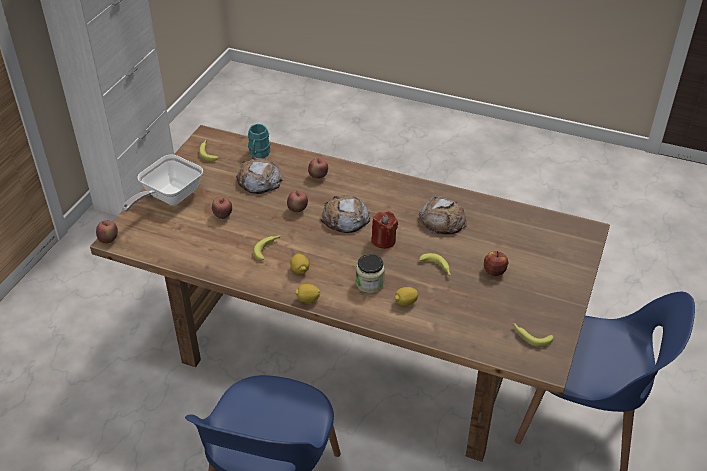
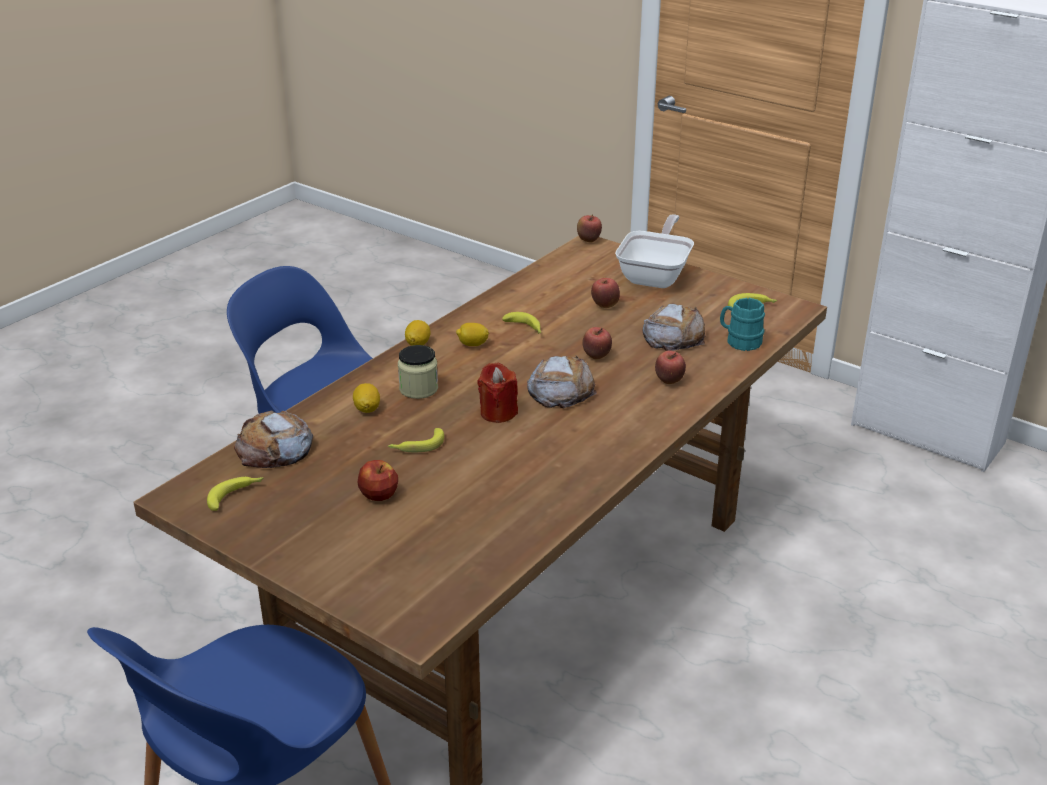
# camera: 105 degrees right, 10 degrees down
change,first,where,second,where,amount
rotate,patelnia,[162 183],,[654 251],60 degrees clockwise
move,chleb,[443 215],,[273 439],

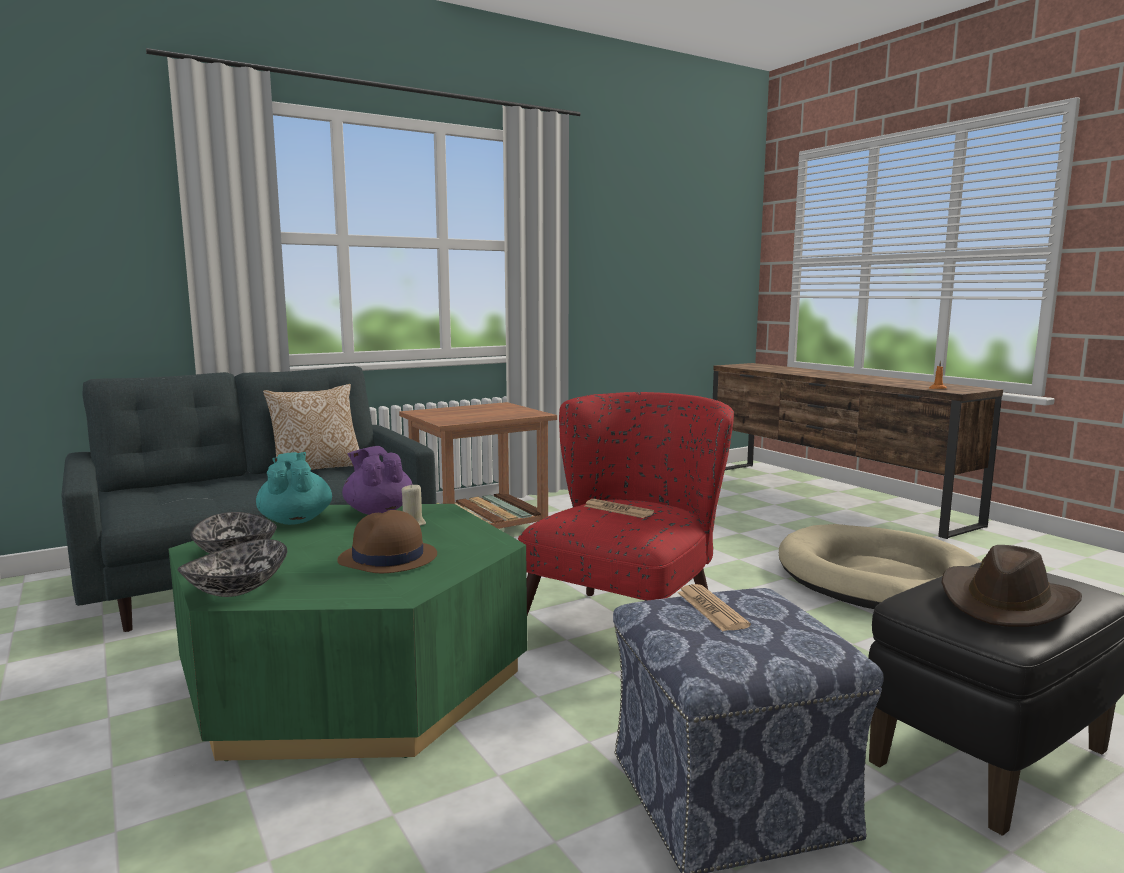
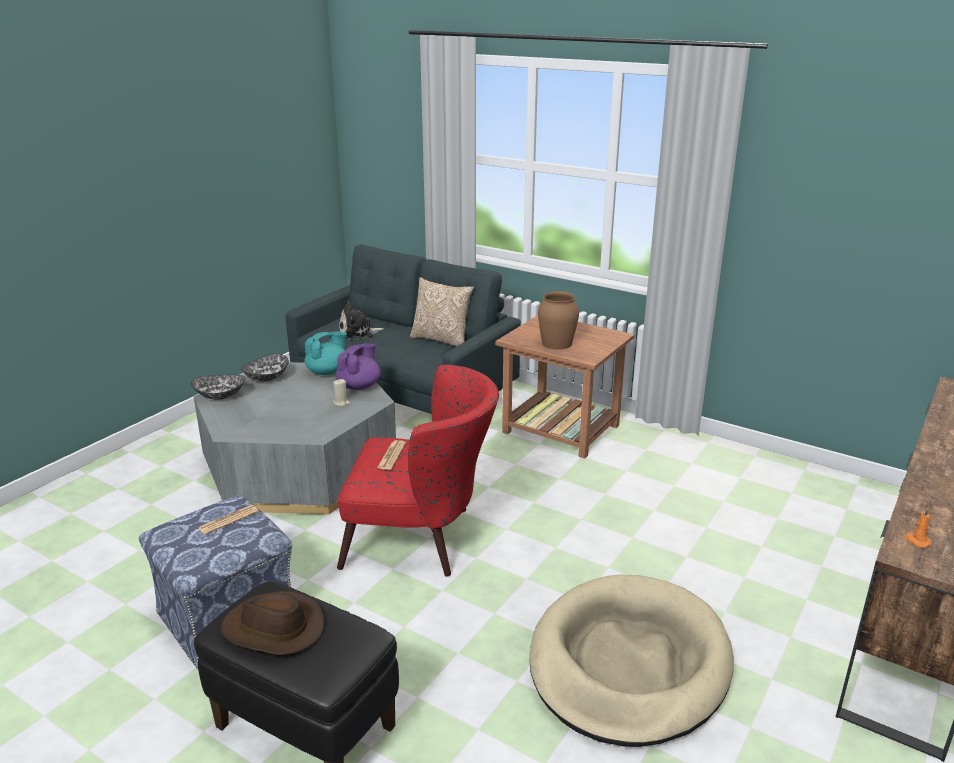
# camera: 65 degrees right, 15 degrees up
change,first,where,second,where,amount
recolor,ława (zielony),[348 632],ława (szary),[295 438],
delete,kapelusz (brązowy),[387 541],,,
insert,,,wazon (brązowy),[558 320],
insert,,,pluszak,[362 320],

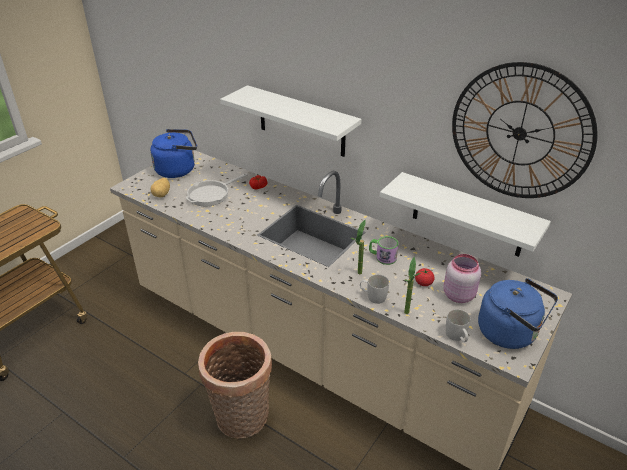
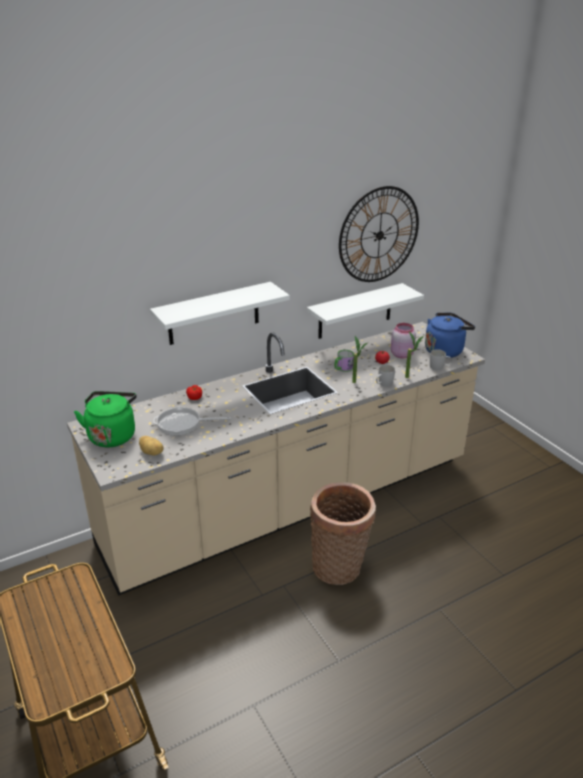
# camera: 65 degrees left, 5 degrees down
change,first,where,second,where,amount
recolor,czajnik (niebieski),[173 153],czajnik (zielony),[105 419],
rotate,patelnia,[216 190],,[192 421],105 degrees clockwise

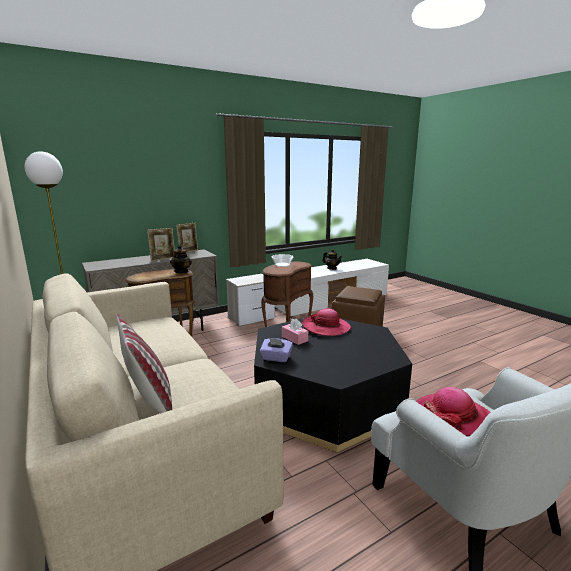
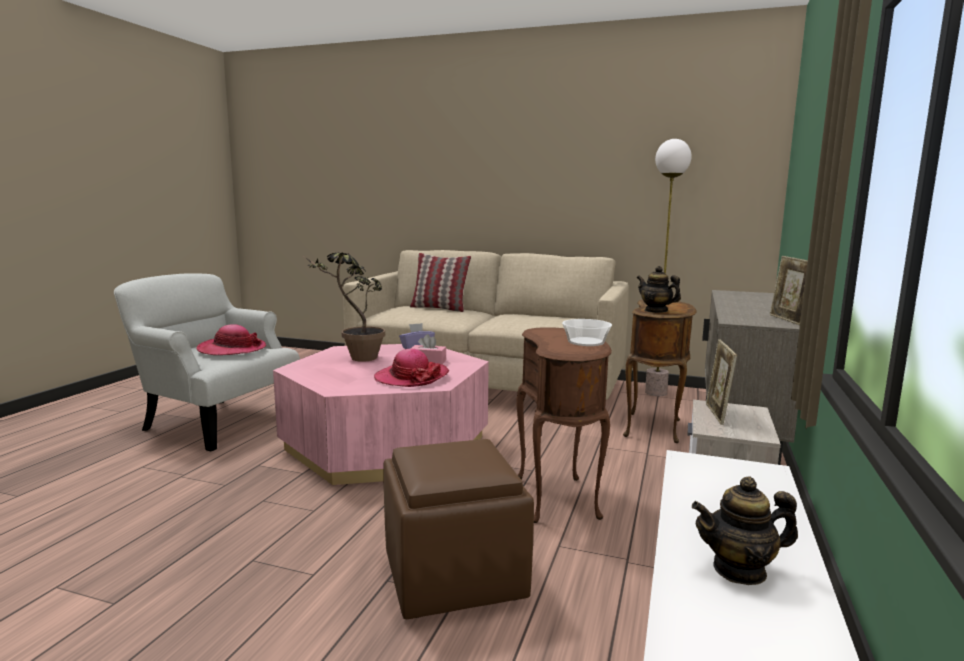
# camera: 140 degrees right, 5 degrees down
change,first,where,second,where,amount
move,ramka na zdjęcie,[161 244],,[721 382],
recolor,ława (czarny),[333 385],ława (różowy),[381 414],
insert,,,roślina doniczkowa,[343 307],

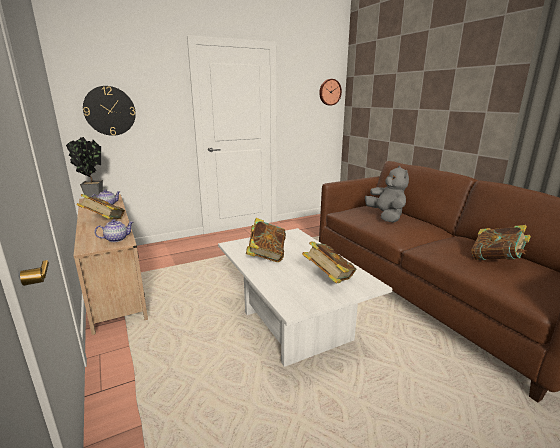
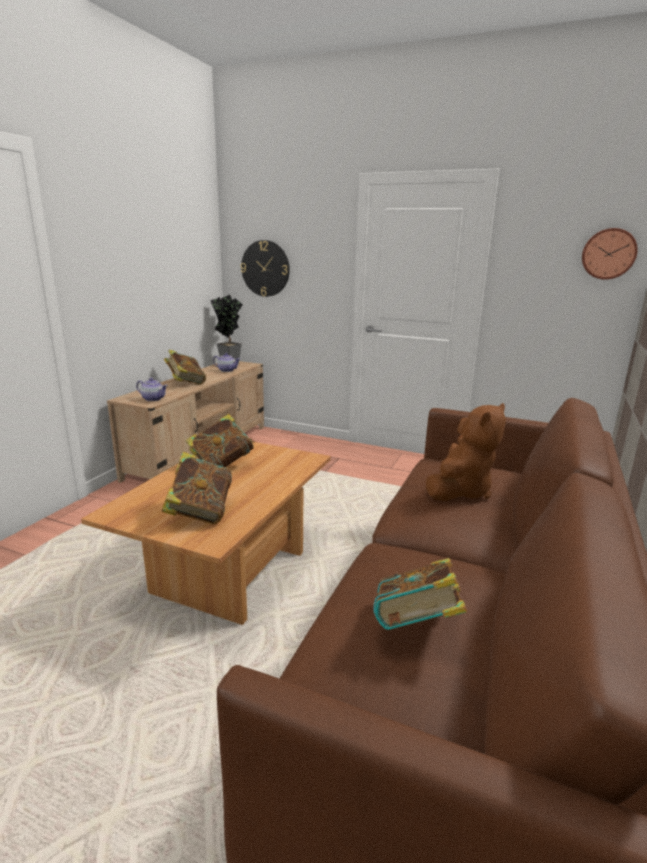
# camera: 50 degrees right, 0 degrees up
change,first,where,second,where,amount
recolor,pluszak (szary),[387 194],pluszak (brązowy),[466 452],
recolor,ława (biały),[305 297],ława (brązowy),[206 533],

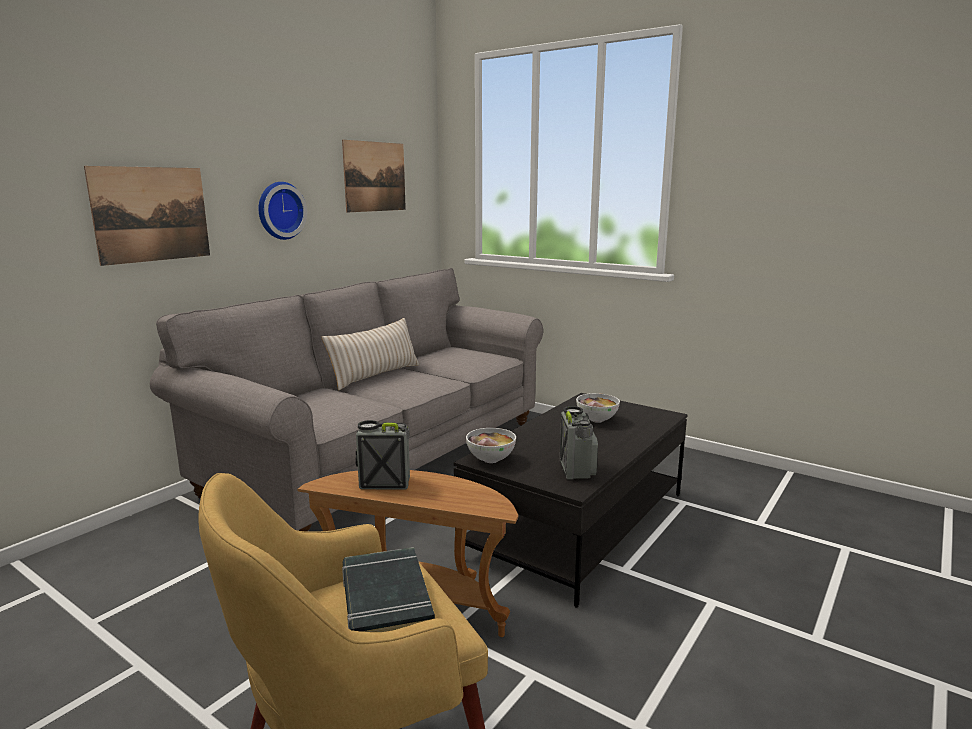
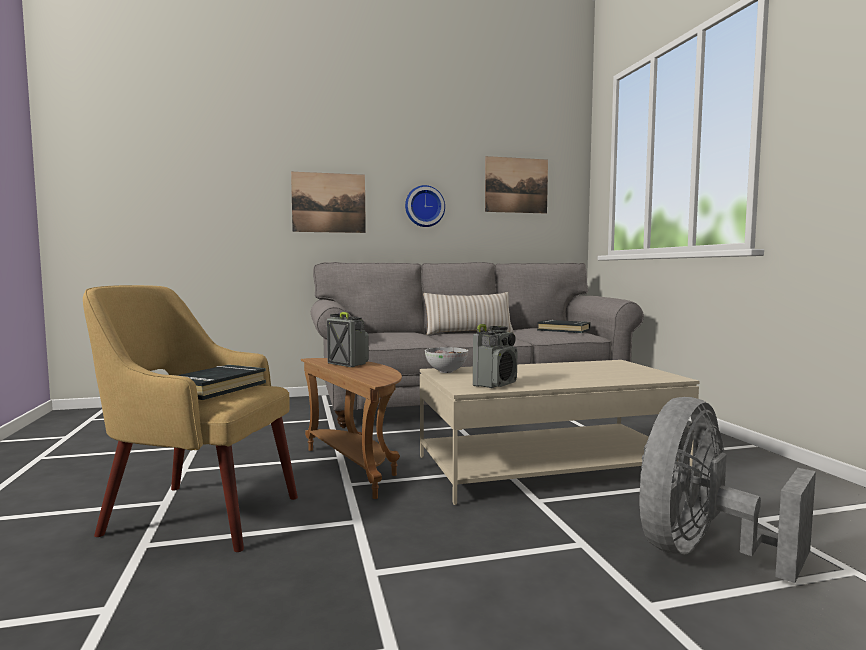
# camera: 40 degrees right, 10 degrees down
change,first,where,second,where,amount
recolor,ława (czarny),[571 500],ława (beżowy),[559 432],
delete,miska,[598 408],,,
insert,,,książka (czarny),[564 326],
insert,,,wentylator (szary),[728 490],

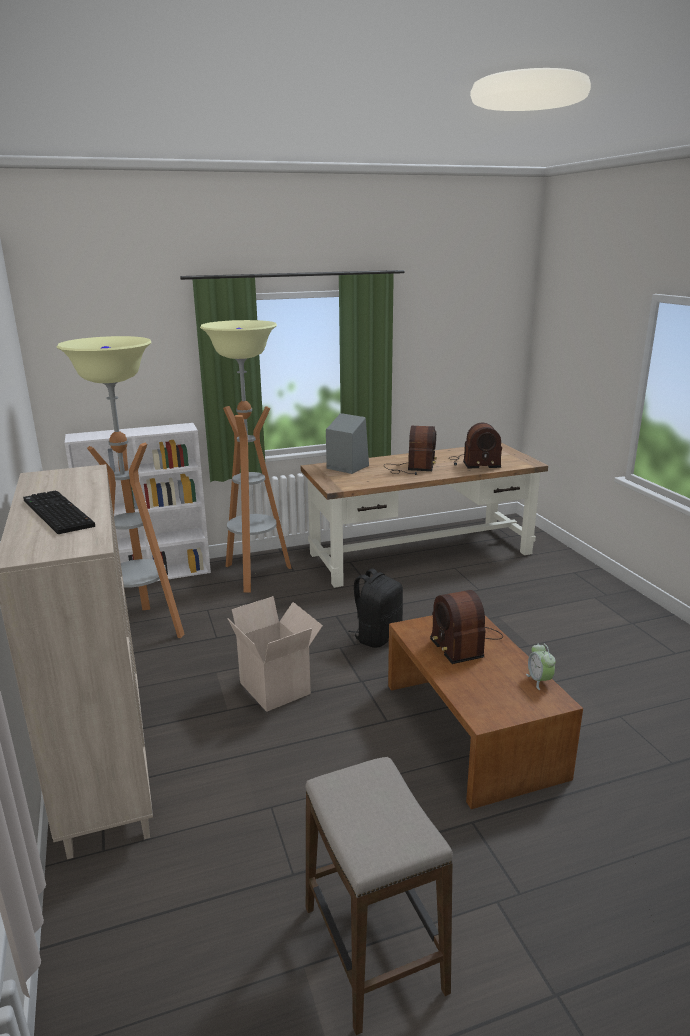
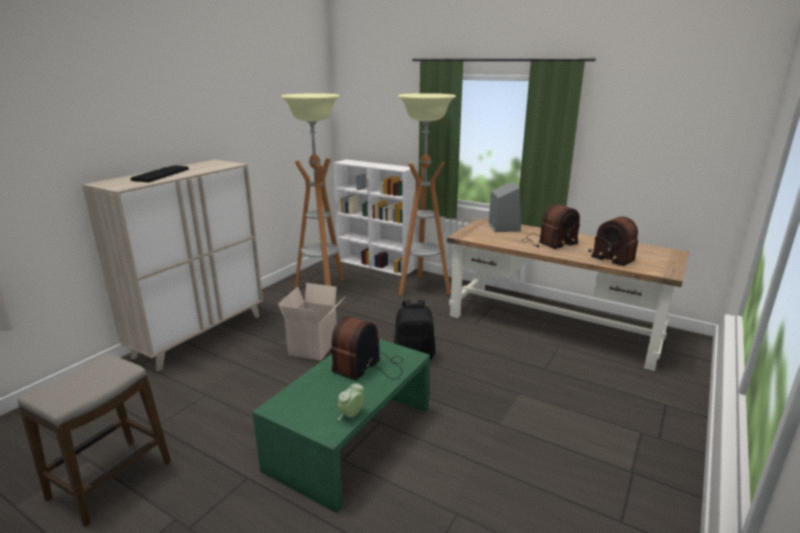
# camera: 50 degrees right, 0 degrees up
change,first,where,second,where,amount
recolor,ława (brązowy),[485 712],ława (zielony),[341 426],

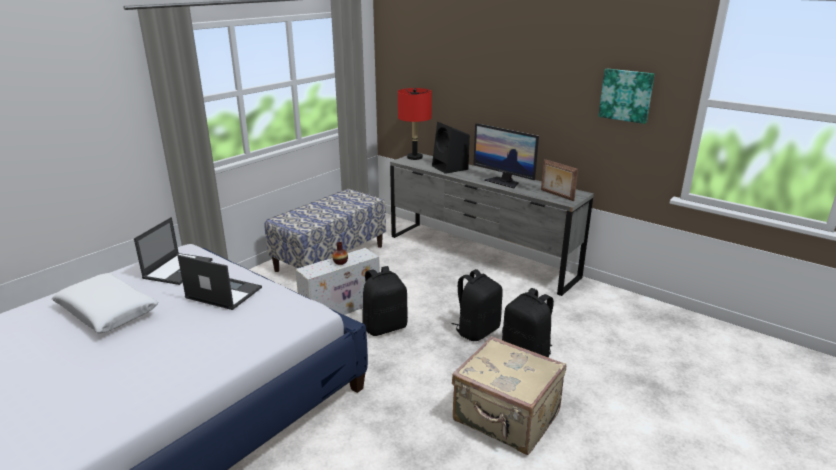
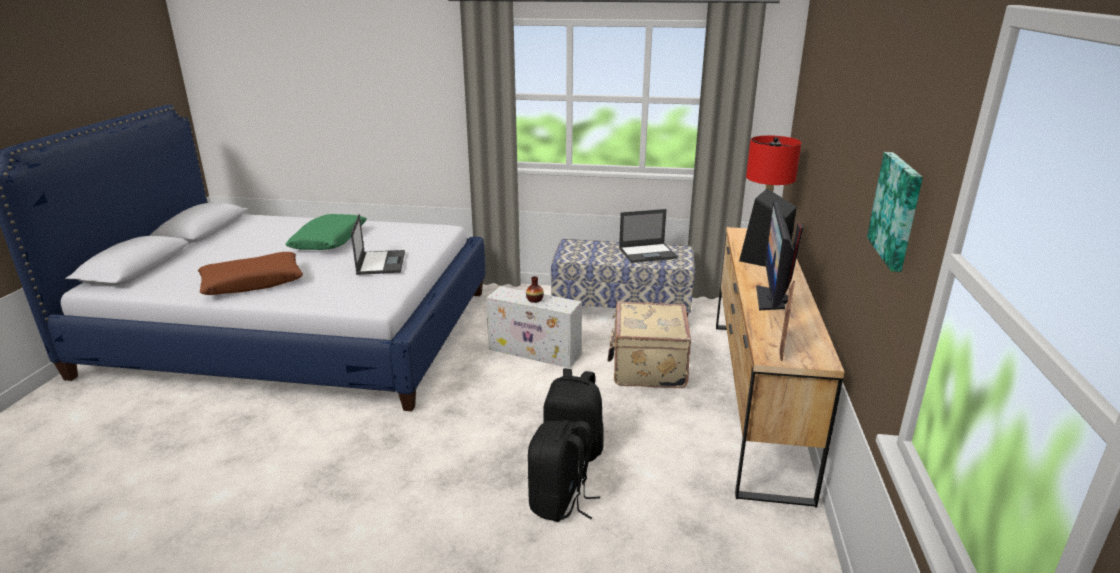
# camera: 60 degrees right, 0 degrees up
change,first,where,second,where,amount
recolor,komoda (szary),[492 224],komoda (brązowy),[780 367],
move,laptop,[173 251],,[648 236],
delete,plecak (czarny),[385 301],,,
recolor,poduszka (biały),[105 303],poduszka (zielony),[326 232],
move,walizka (beżowy),[509 395],,[649 344],
insert,,,poduszka (brązowy),[250 273],

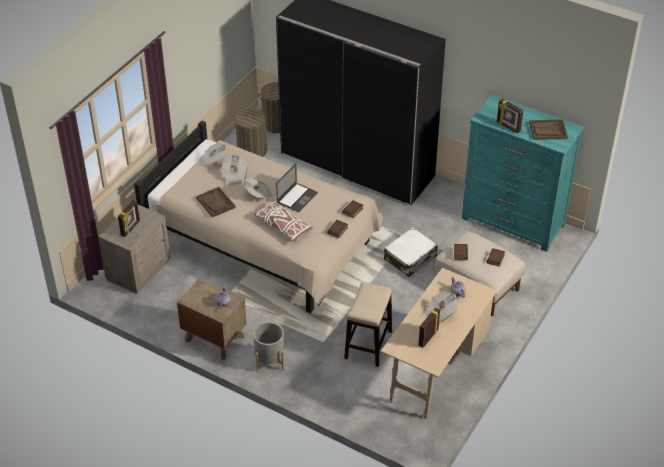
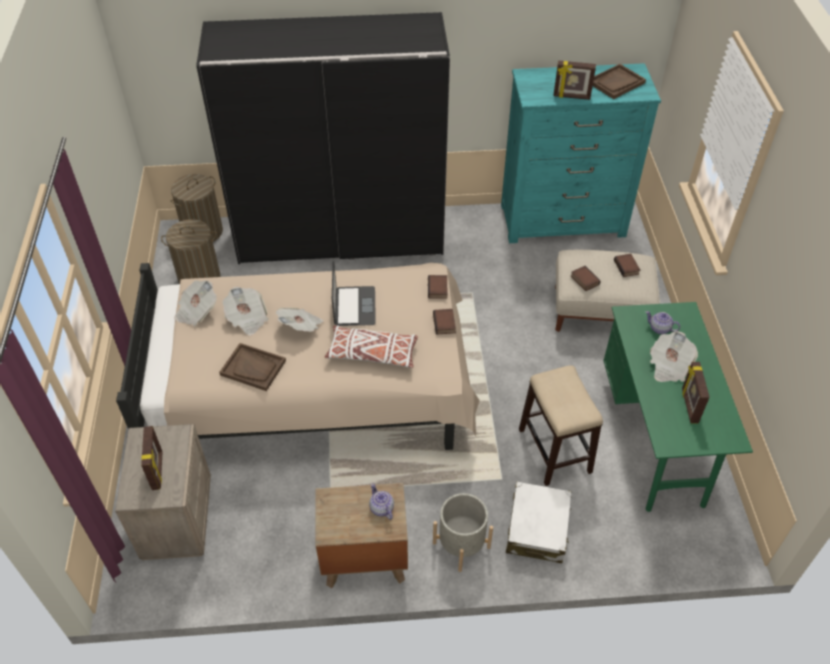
# camera: 35 degrees left, 5 degrees up
change,first,where,second,where,amount
move,walizka (biały),[411 252],,[539 522],
recolor,biurko (beżowy),[439 343],biurko (zielony),[678 407],

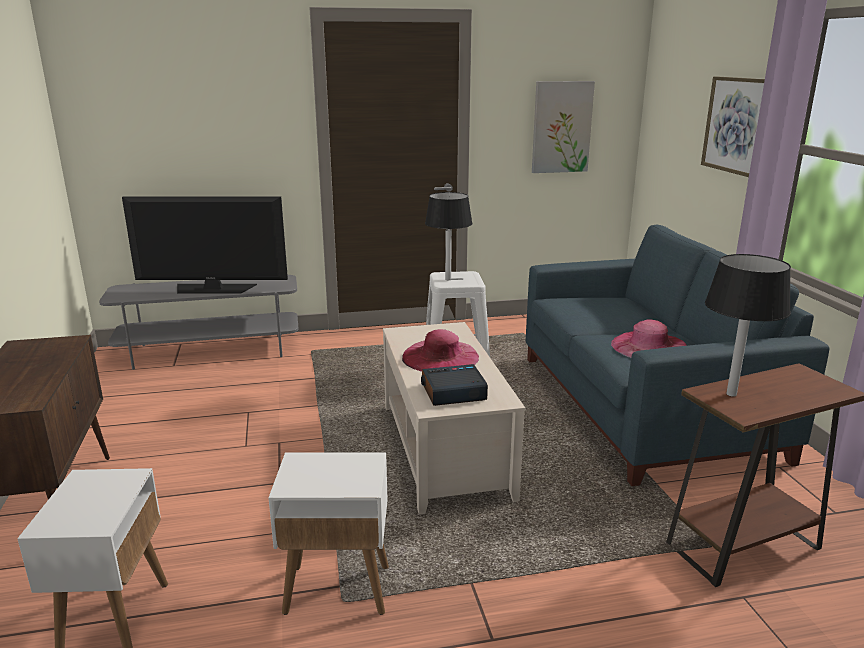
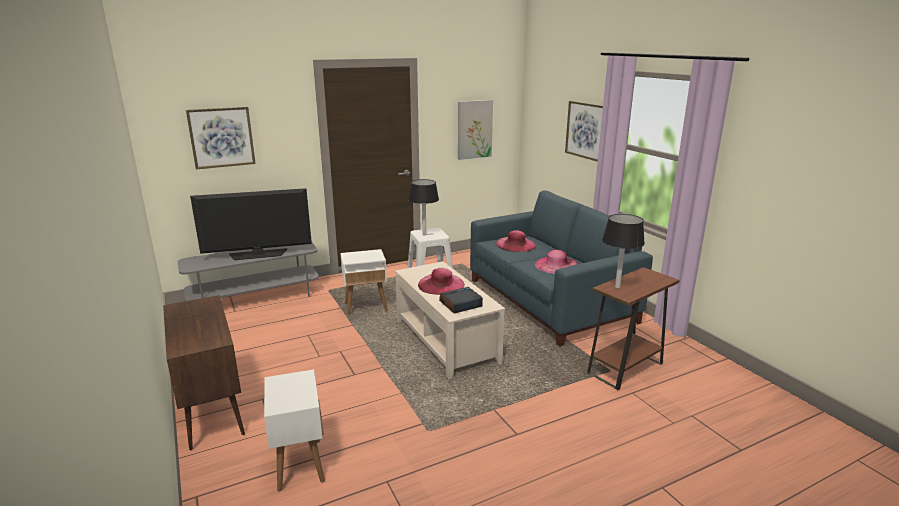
# camera: 15 degrees left, 0 degrees up
change,first,where,second,where,amount
move,stolik (biały),[328 533],,[364 282],
insert,,,obraz,[221 138],
insert,,,kapelusz (różowy),[516 241],

